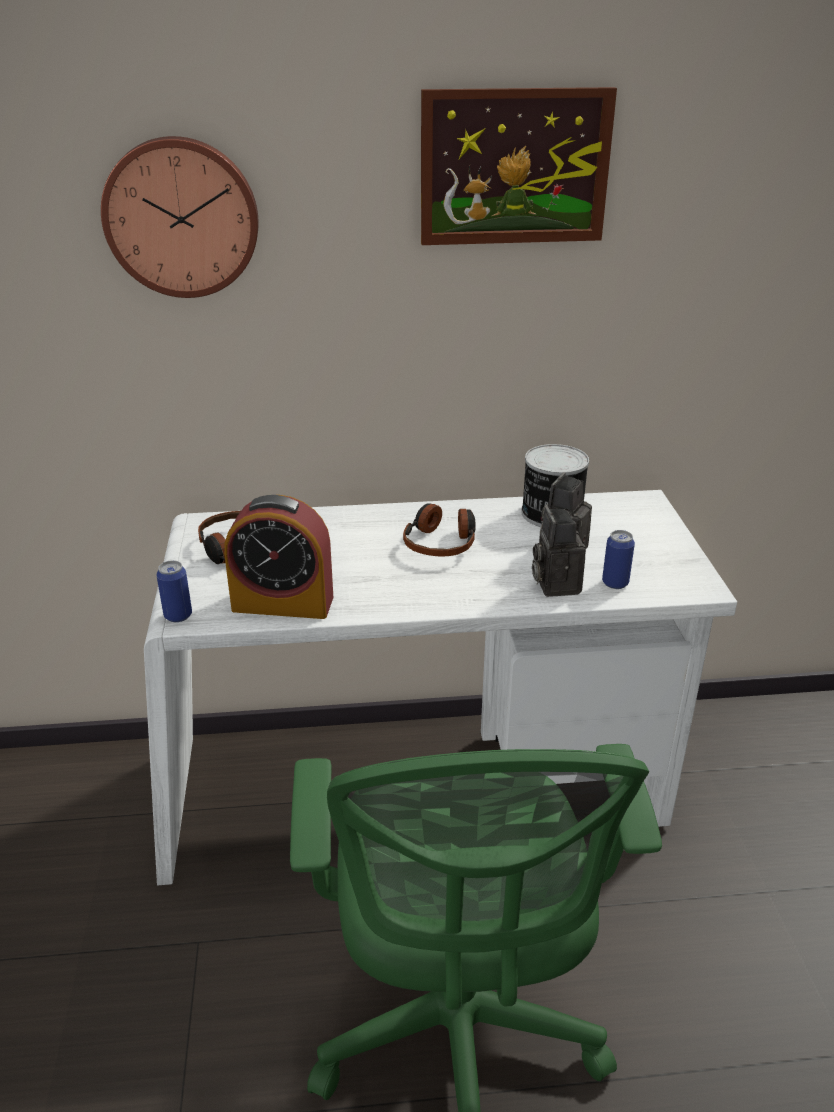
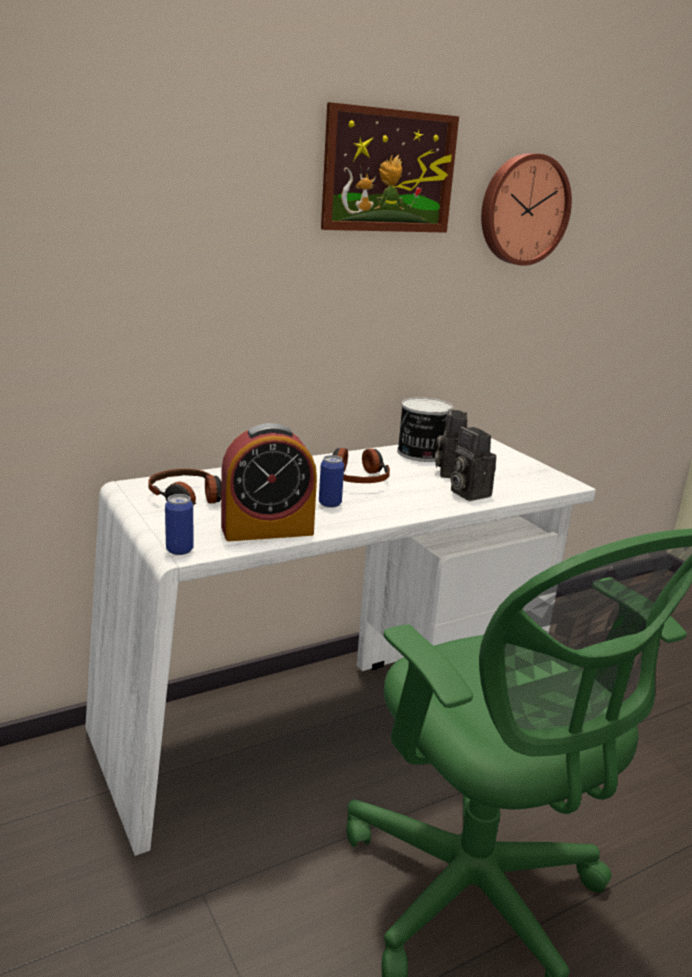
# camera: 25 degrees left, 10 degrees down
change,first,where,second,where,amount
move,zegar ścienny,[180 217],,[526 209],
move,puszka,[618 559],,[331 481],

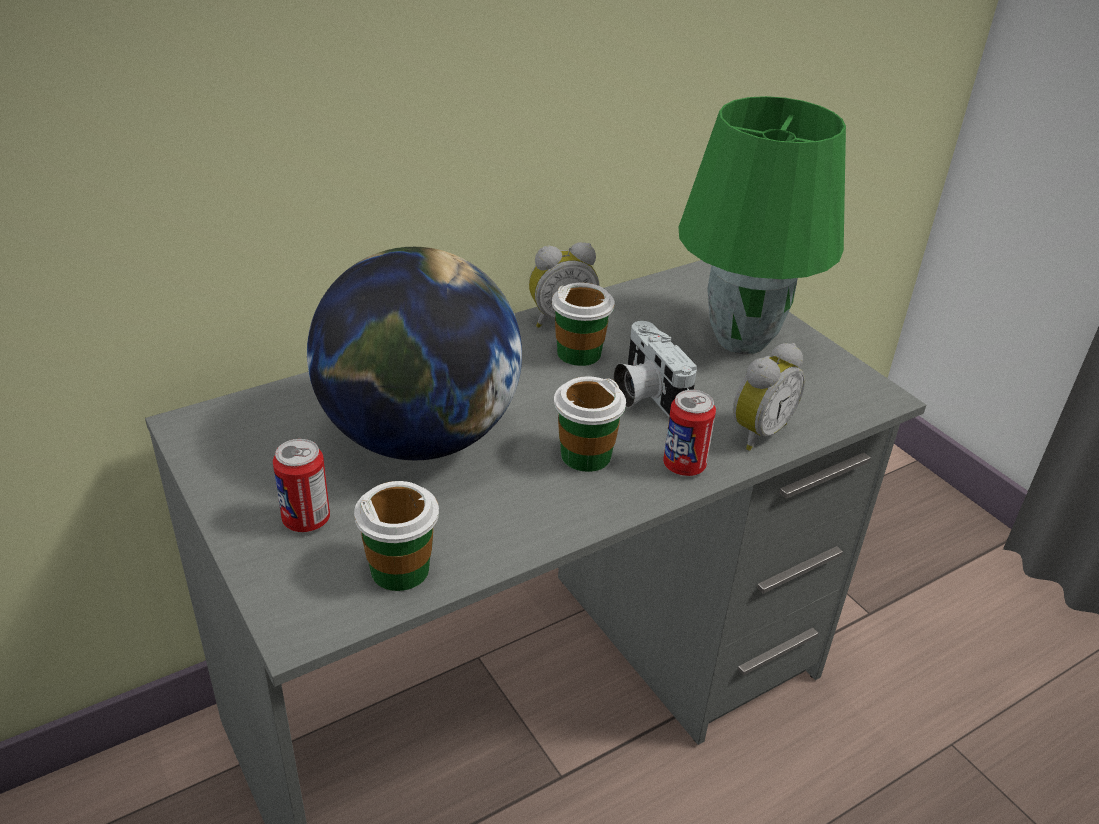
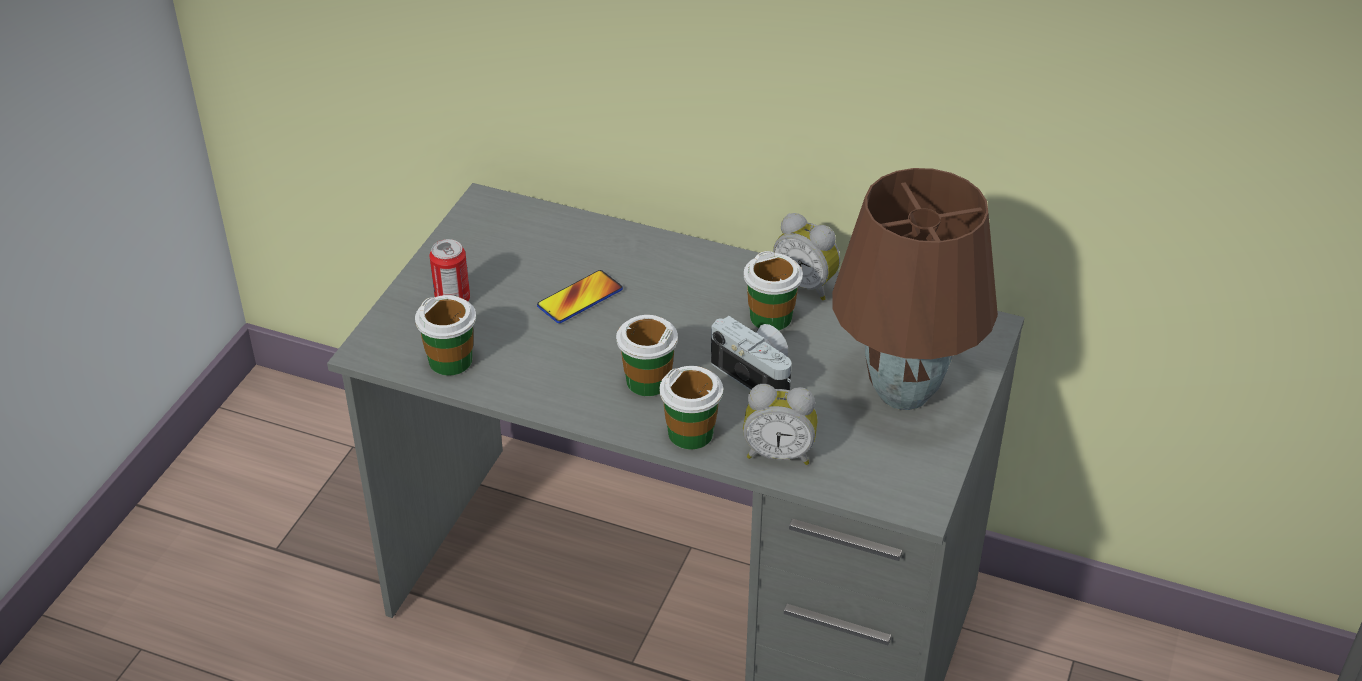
# camera: 55 degrees right, 5 degrees up
change,first,where,second,where,amount
recolor,lampa stołowa (zielony),[762 225],lampa stołowa (brązowy),[915 289],
replace,globus,[414 353],telefon,[580 296],
rotate,aparat fotograficzny,[655 369],,[751 353],105 degrees clockwise
replace,puszka,[689 433],filiżanka,[691 407],

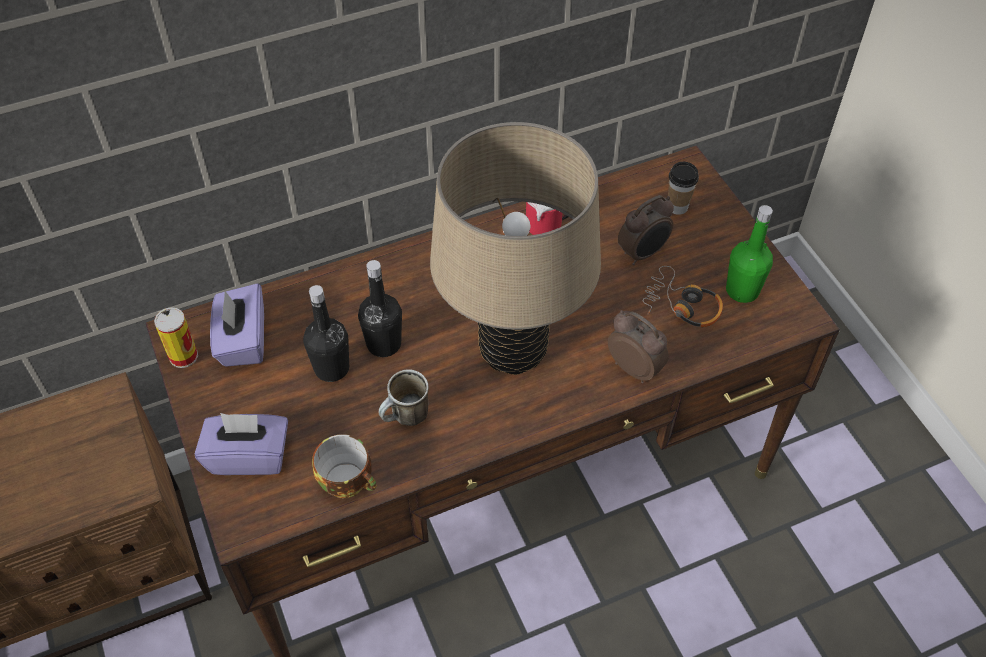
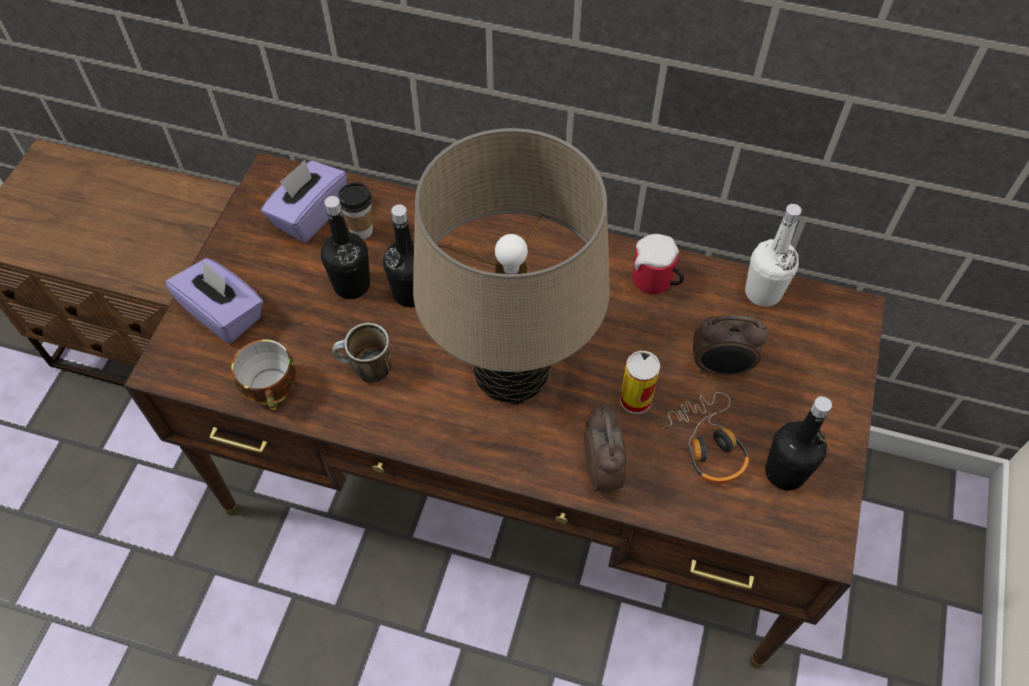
# camera: 40 degrees right, 5 degrees up
change,first,where,second,where,amount
move,filiżanka,[683 188],,[355 210],
recolor,butelka (zielony),[749 254],butelka (czarny),[798 443],
move,puszka,[176 337],,[640 382],
insert,,,butelka (biały),[773 255],

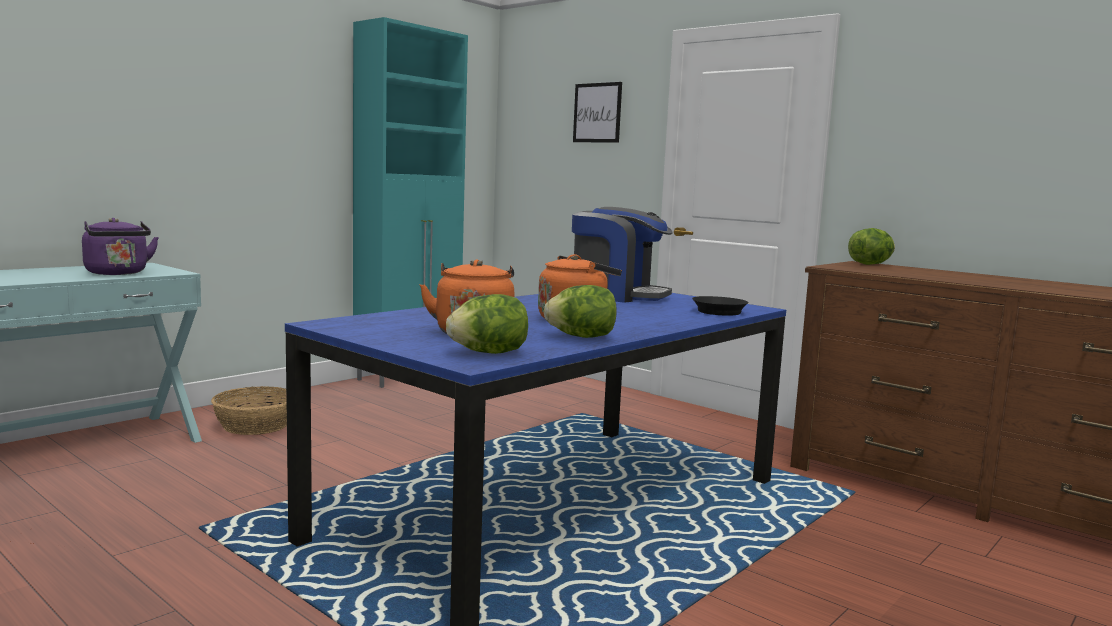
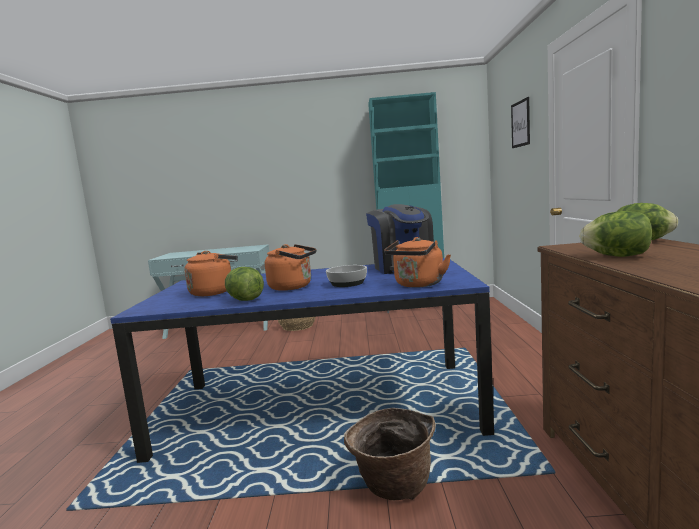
# camera: 50 degrees right, 0 degrees up
change,first,where,second,where,amount
delete,czajnik (fioletowy),[120 246],,,
move,sałata,[487 324],,[615 234],
replace,patelnia (czarny),[720 306],czajnik (pomarańczowy),[417 262],
insert,,,miska,[346 276],
insert,,,koszyk,[390 454],

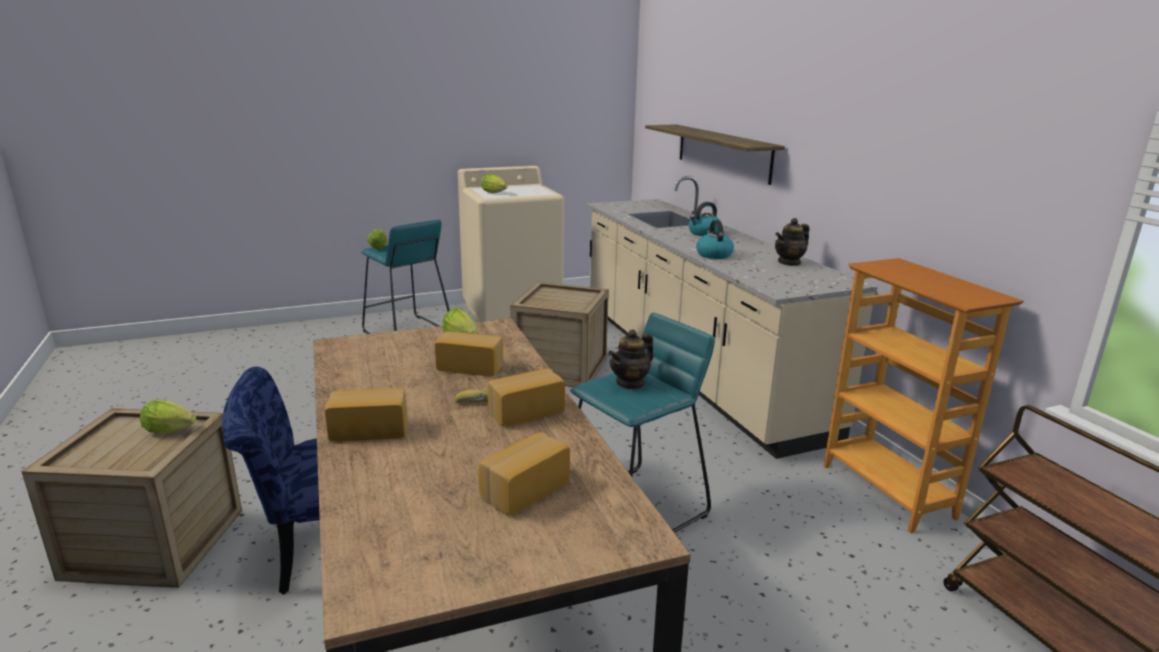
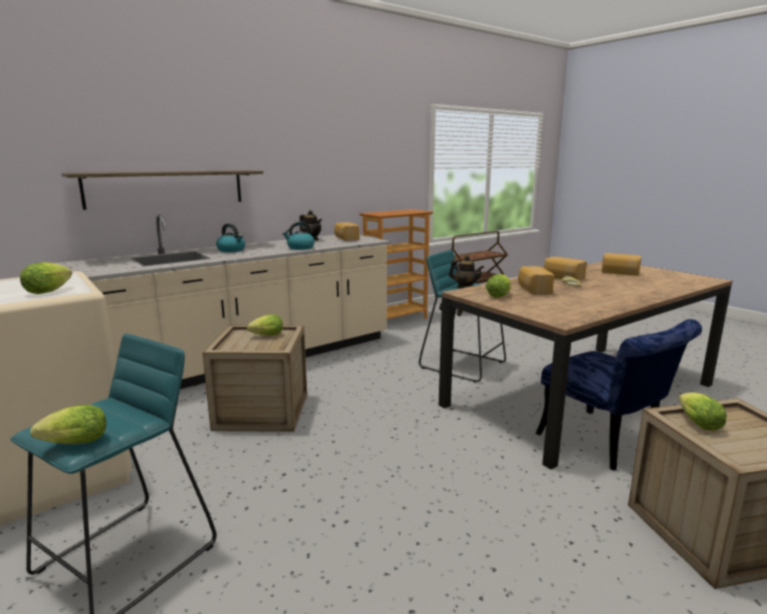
# camera: 105 degrees left, 5 degrees down
change,first,where,second,where,amount
move,chleb,[366 415],,[346 231],
insert,,,sałata,[265 324],

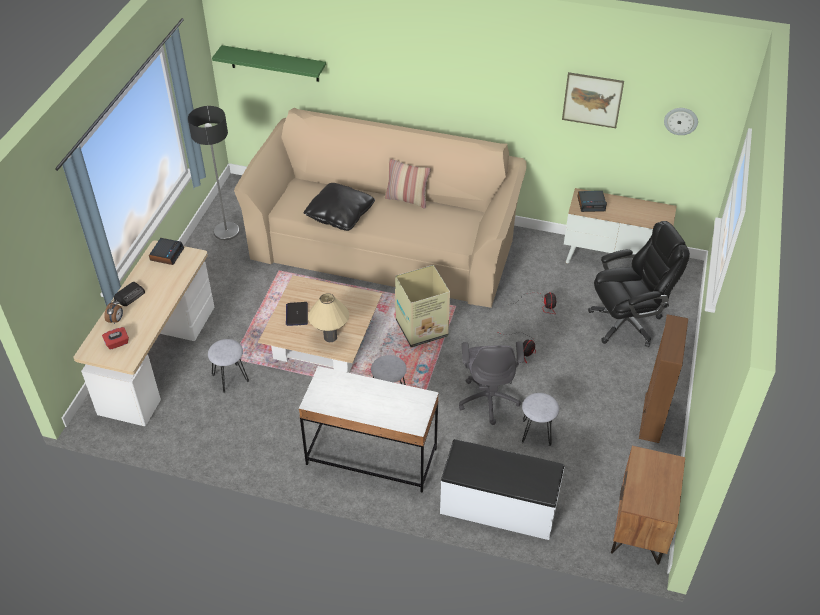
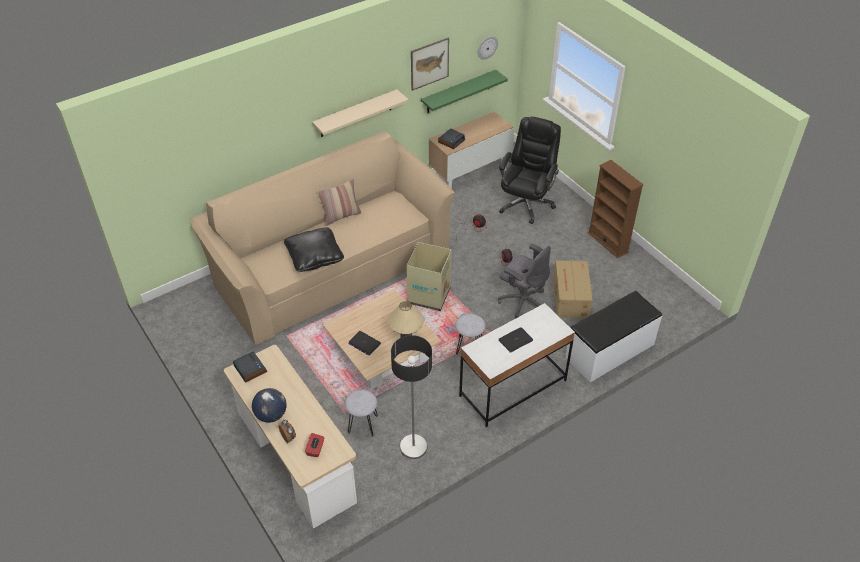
# camera: 50 degrees left, 0 degrees up
change,first,where,second,where,amount
move,półka (zielony),[269 63],,[464 92],
move,lampa stojąca,[214 173],,[411 397],
replace,radio,[129 294],globus,[269 405],
replace,stołek (szary),[540 419],karton,[573 289],
delete,szafka nocna (brązowy),[648 505],,,
insert,,,półka (beżowy),[360 113],
insert,,,laptop,[516 340],

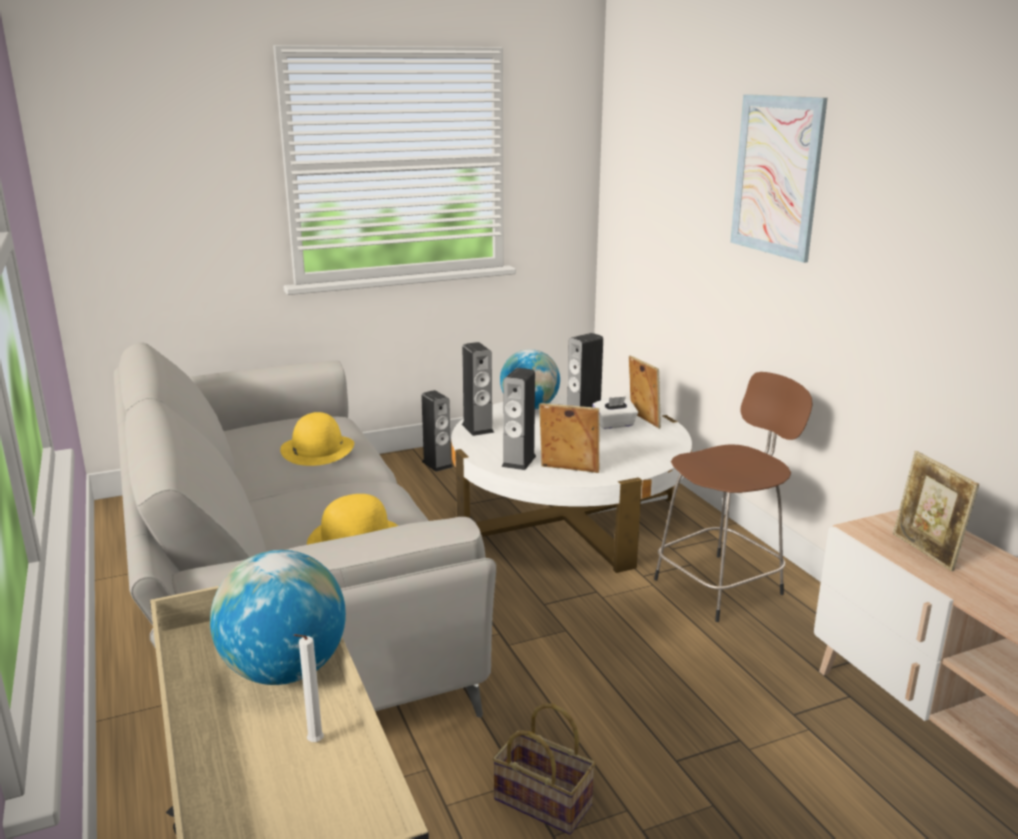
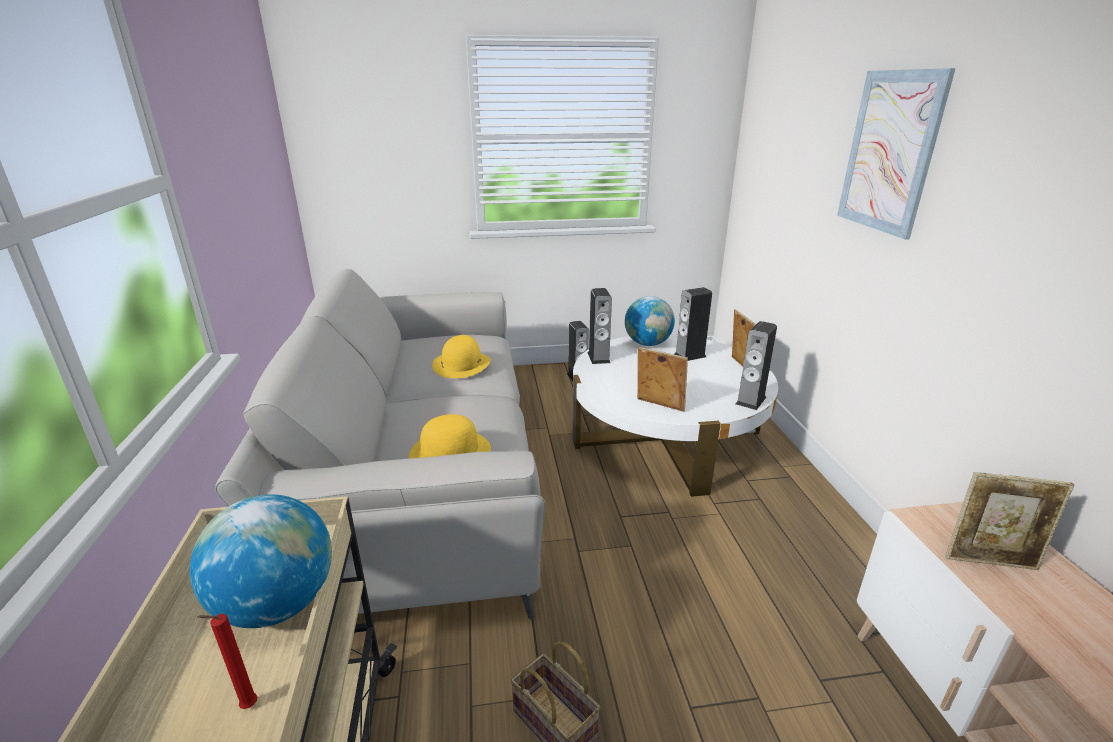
# camera: 15 degrees right, 5 degrees up
change,first,where,second,where,amount
move,głośnik,[518 419],,[756 365],
delete,stołek (brązowy),[733 497],,,
delete,pudełko chusteczek (biały),[615 412],,,
rotate,ramka na zdjęcie,[936 511],,[1010 521],75 degrees counterclockwise
recolor,świeca (biały),[308 688],świeca (czerwony),[227 661],

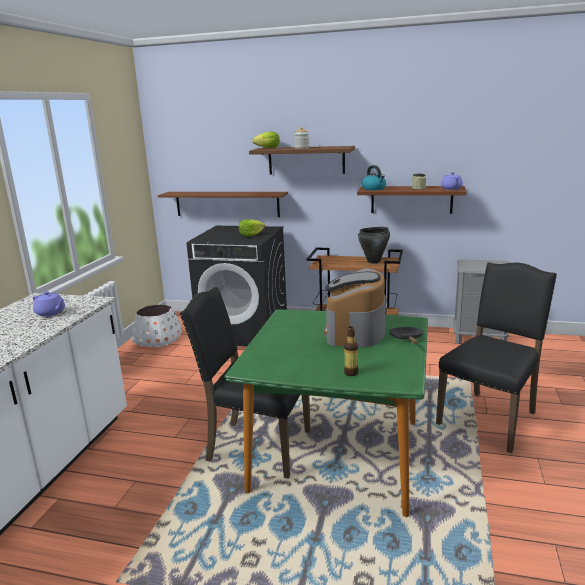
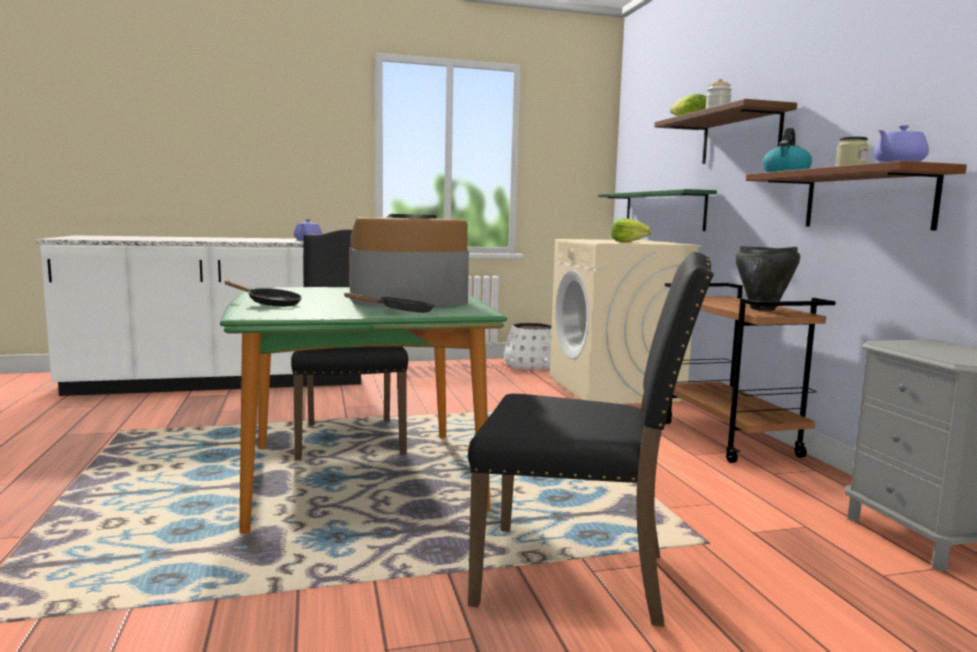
# camera: 60 degrees right, 10 degrees down
change,first,where,second,where,amount
recolor,półka (brązowy),[223 204],półka (zielony),[657 210],
recolor,pralka (czarny),[236 286],pralka (beżowy),[625 321],
replace,butelka,[351 351],patelnia (czarny),[263 294],

